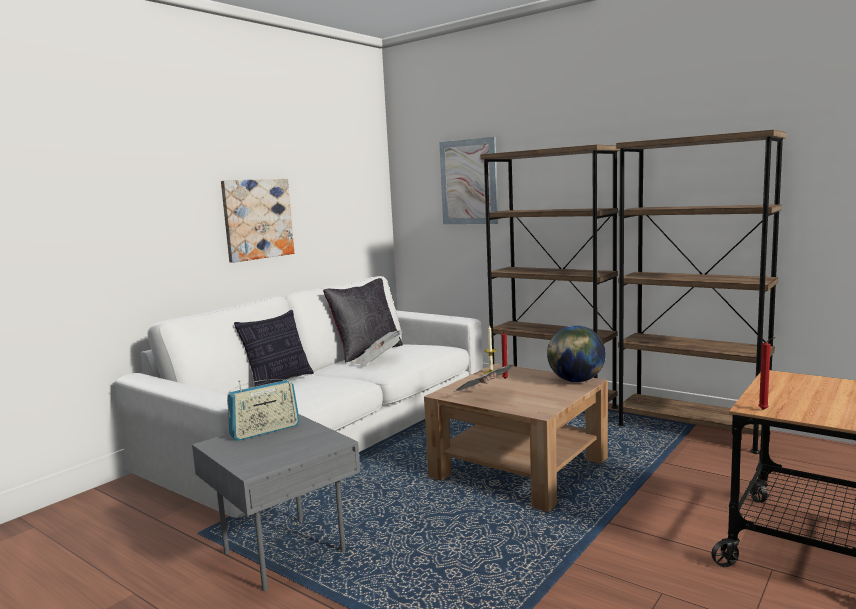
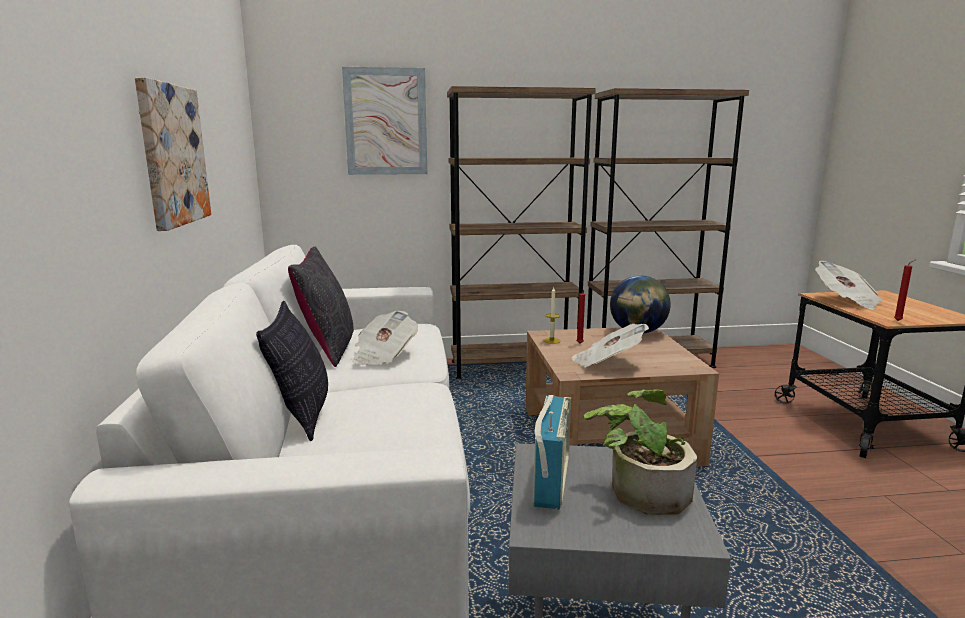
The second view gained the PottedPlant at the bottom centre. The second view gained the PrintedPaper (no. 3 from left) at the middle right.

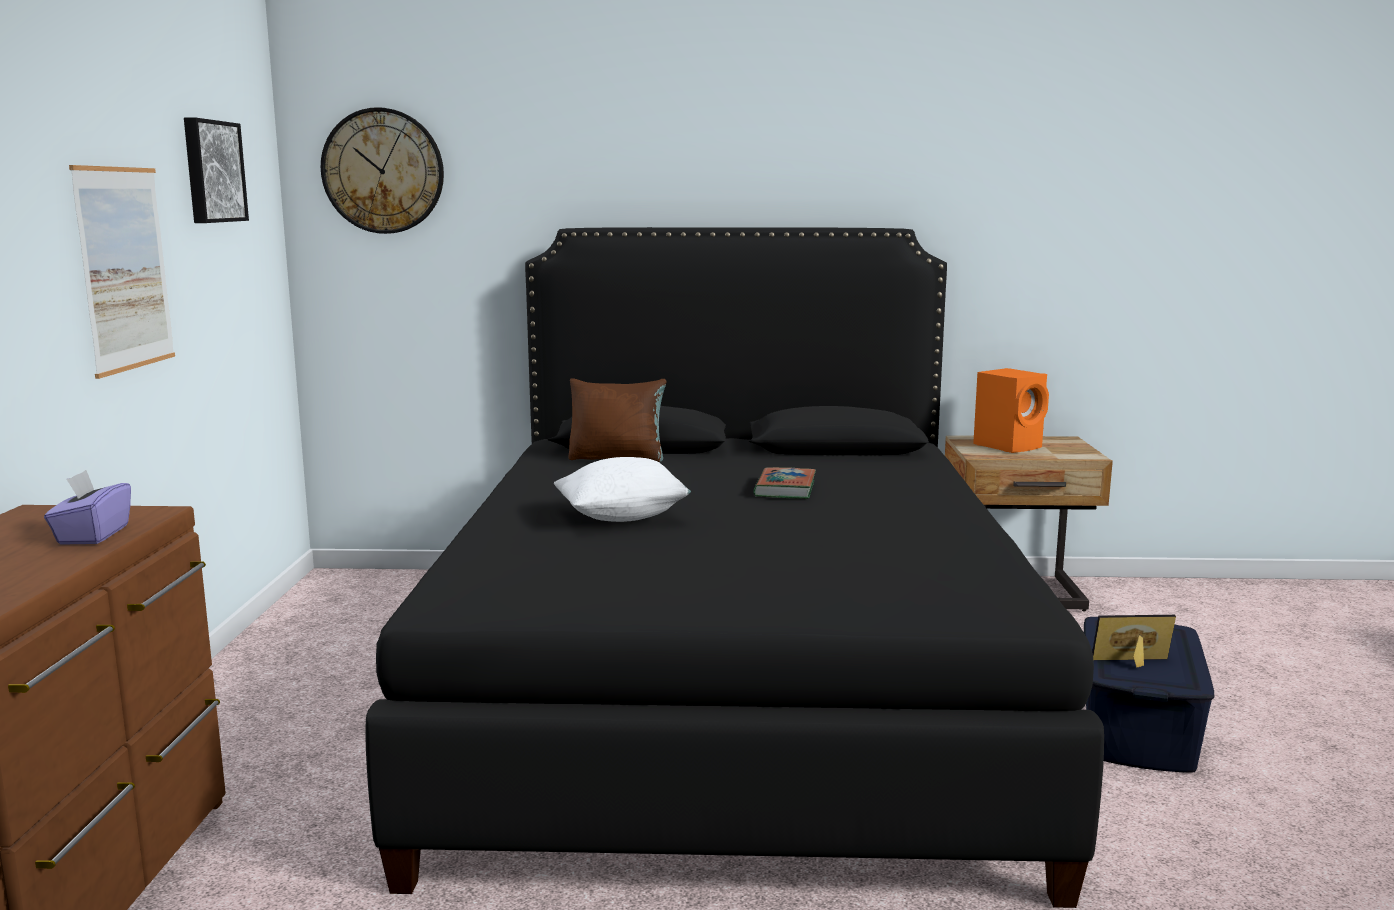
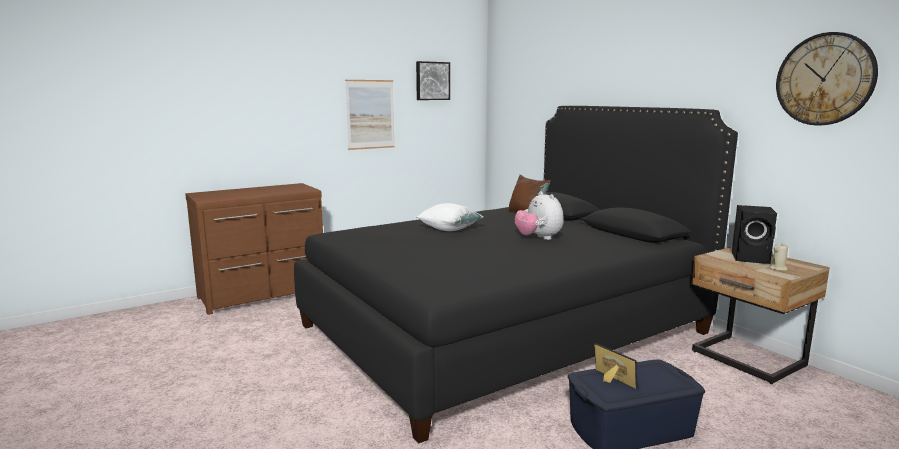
The second view lost the PurpleColouredBoxOfTissues at the middle left. The HangingClock ended up elsewhere, having gone from the top left to the top right. Where the Book stood at the centre, the PlushToy came to stand at the centre. What was the OrangeLoudspeaker at the middle right turned into the BlackColouredLoudspeaker at the middle right. The second view gained the BeigeColouredCandle at the middle right.

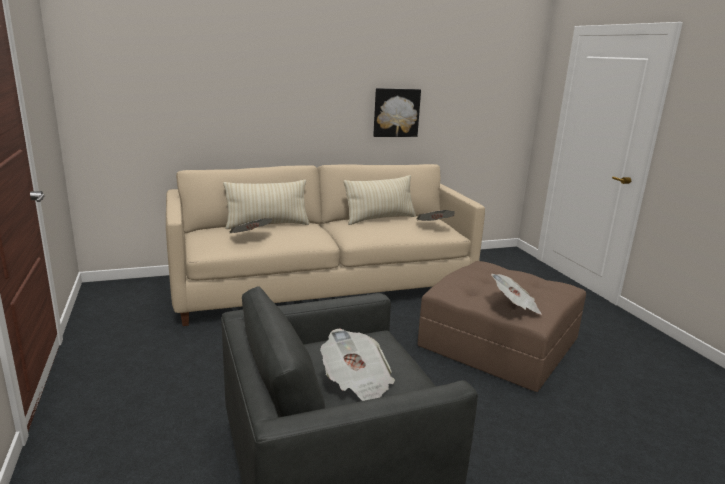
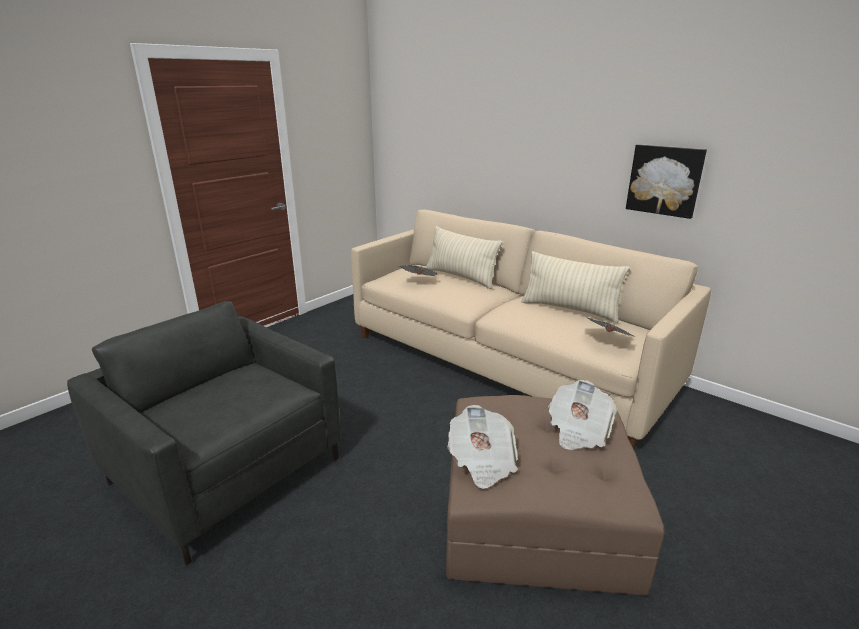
The PrintedPaper (no. 2 from left in the first image) ended up elsewhere, having gone from the bottom centre to the middle right.

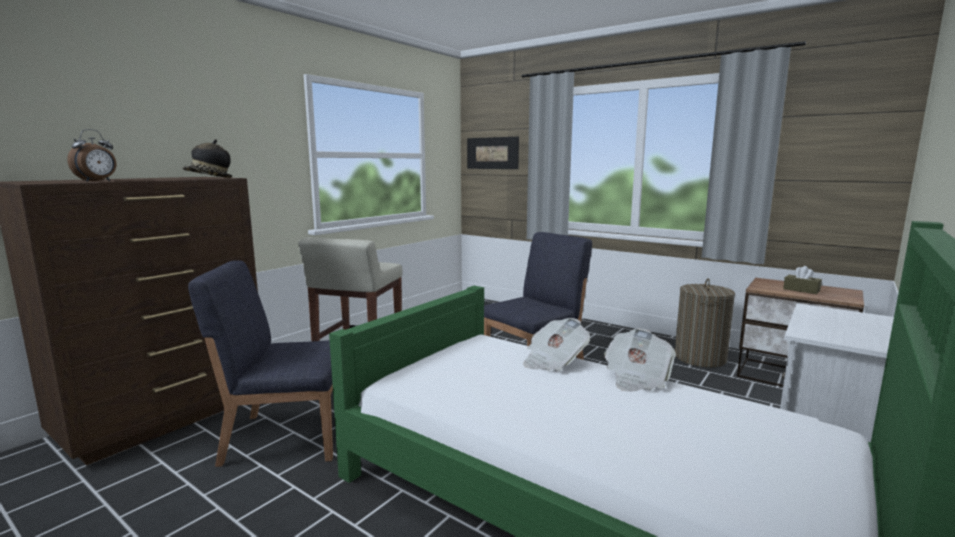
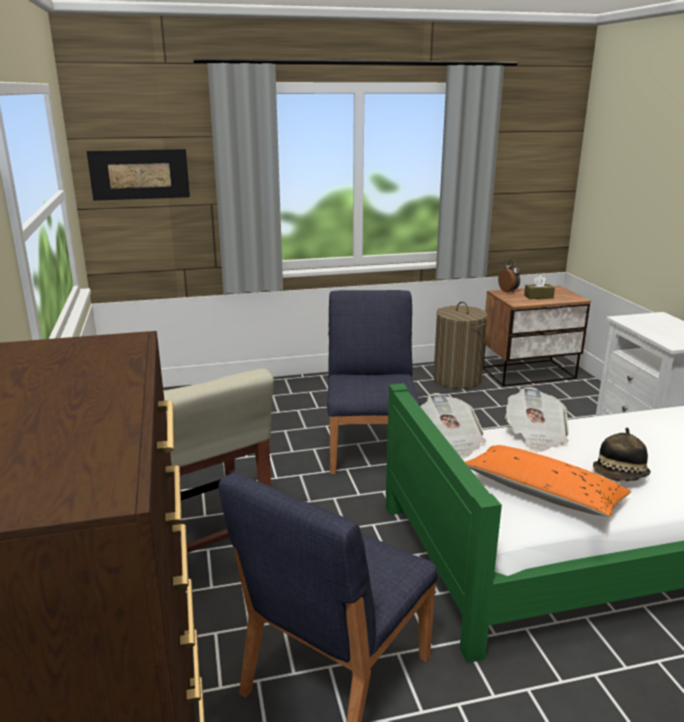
The TableClock ended up elsewhere, having gone from the top left to the middle right. The WearableHat ended up elsewhere, having gone from the top left to the middle right. The PrintedPaper (no. 2 from left in the first image) ended up elsewhere, having gone from the bottom right to the centre. The second view gained the OrangeCushion at the middle right.

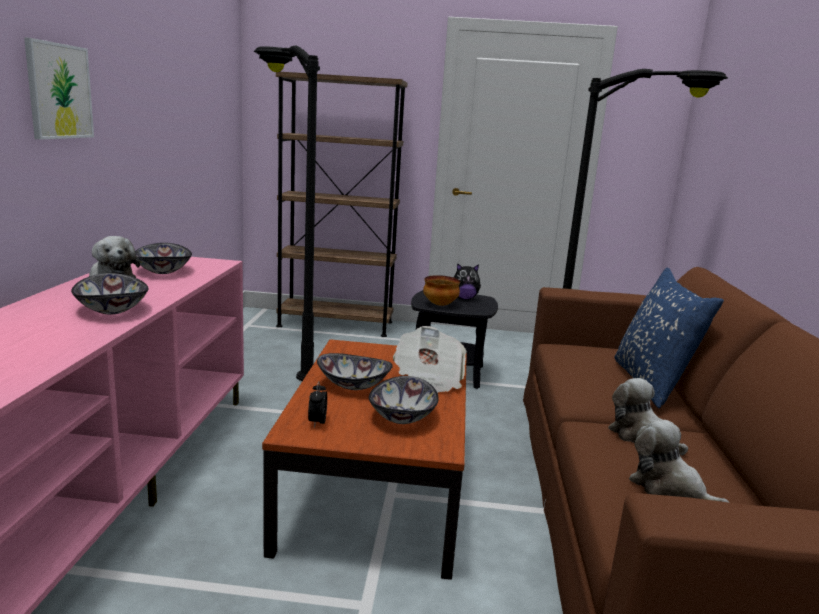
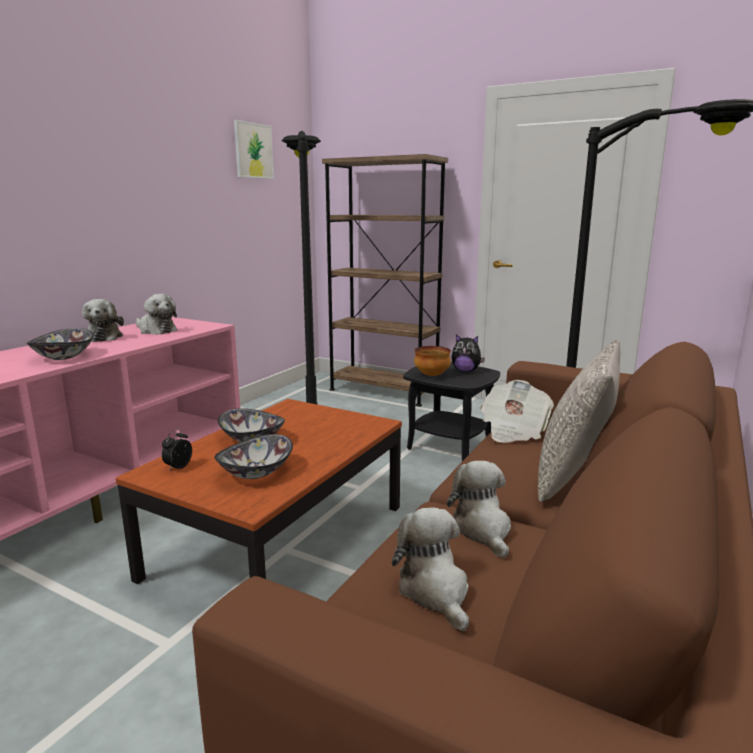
The WallPicture ended up elsewhere, having gone from the top left to the top centre. Where the Bowl (no. 2 from left) stood at the middle left, the PlushToy (no. 2 from left) came to stand at the middle left. The PrintedPaper ended up elsewhere, having gone from the centre to the middle right. What was the BlueCushion at the middle right turned into the GreyCushion at the middle right.

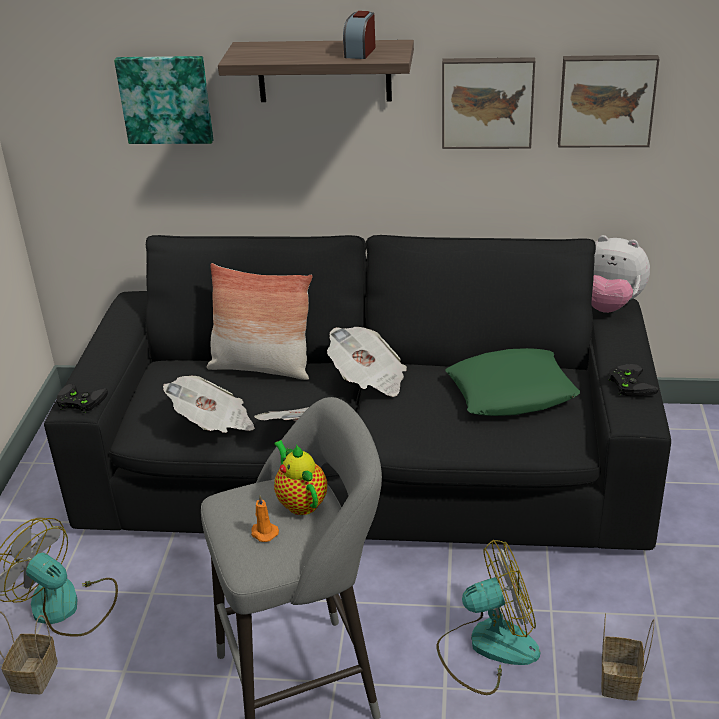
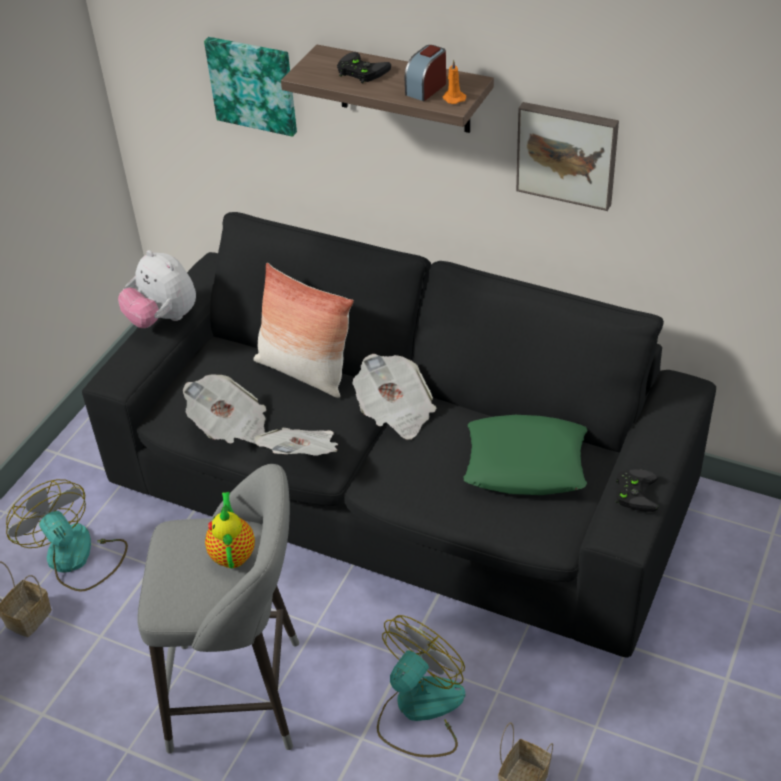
The BlackColouredJoypad (no. 1 from left) ended up elsewhere, having gone from the middle left to the top centre. The OrangeCandle ended up elsewhere, having gone from the bottom centre to the top centre. The CoolingFan (no. 2 from left) at the bottom right ended up facing another way, 60 degrees counterclockwise from before. The second view lost the WallPicture (no. 3 from left) at the top right. The PlushToy ended up elsewhere, having gone from the middle right to the middle left.

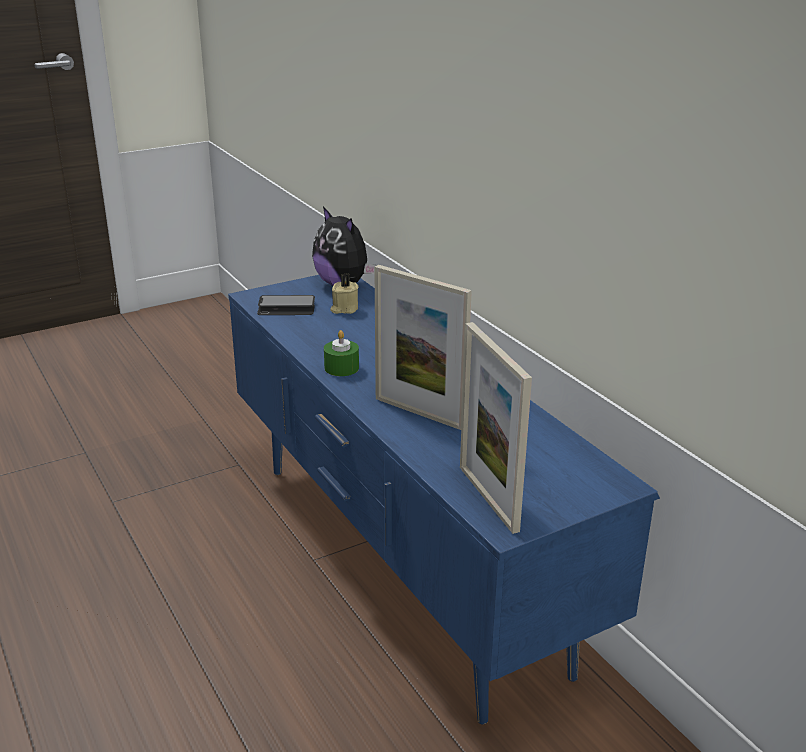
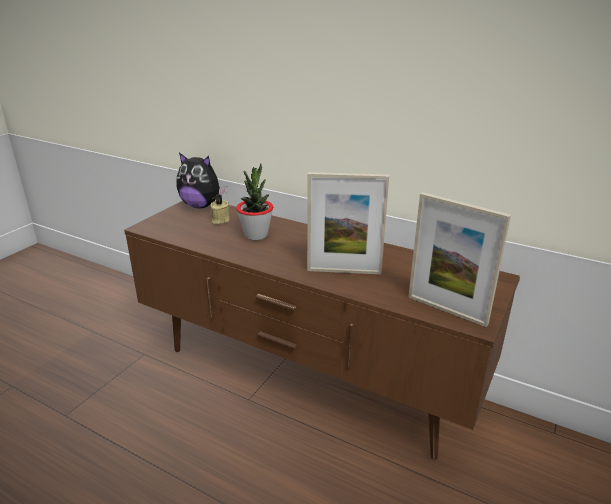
What was the BlueMediaConsole at the centre turned into the BrownColouredMediaConsole at the centre. The second view lost the Phone at the centre. The second view lost the GreenColouredCandle at the centre. The second view gained the PottedPlant at the centre.

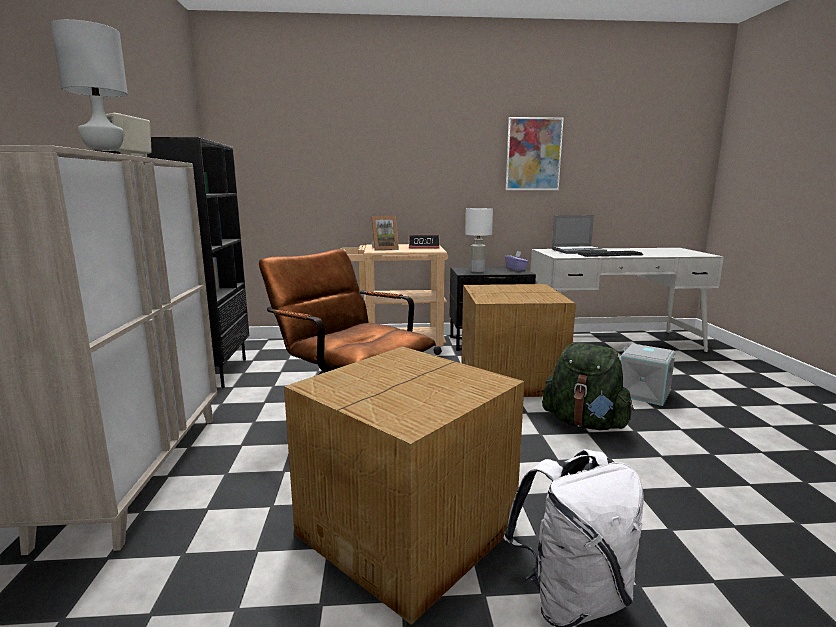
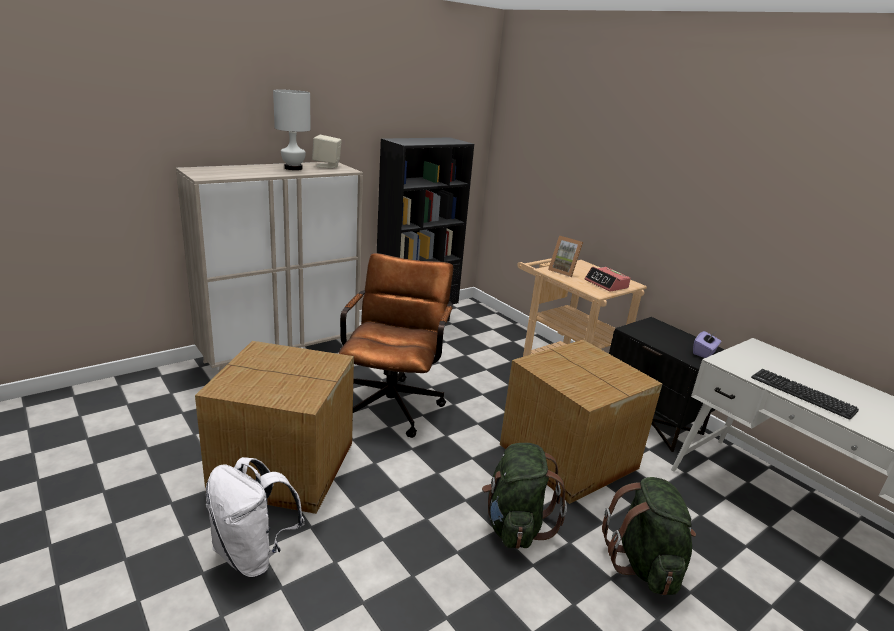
The second view lost the WhitishTableLamp (no. 2 from left) at the centre. The second view lost the WallPicture at the top centre. The second view lost the Laptop at the middle right. Where the GreyStorageBox stood at the middle right, the GreenColouredKnapsack (no. 2 from left) came to stand at the bottom right.

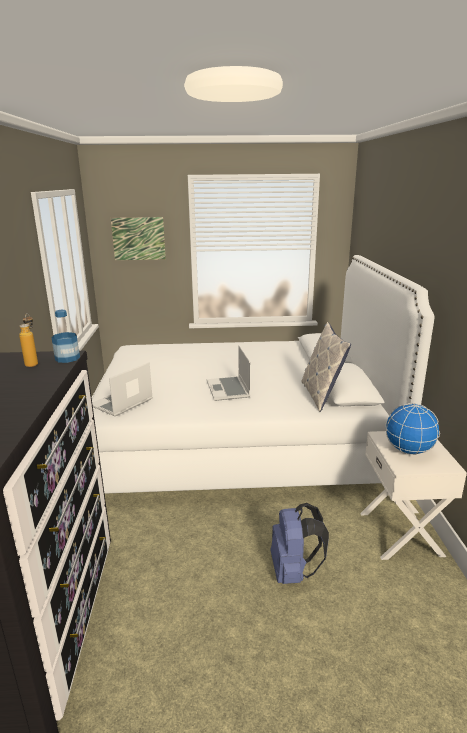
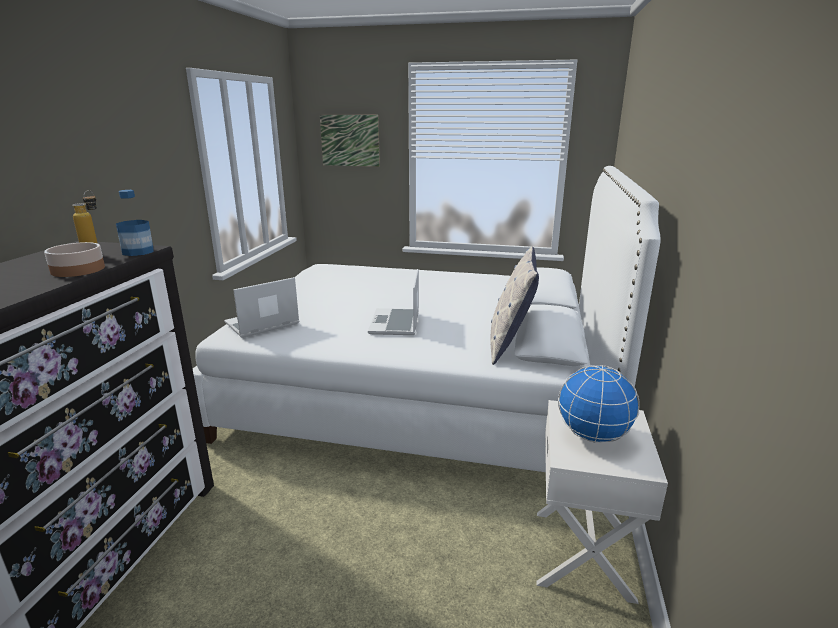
The second view lost the BlueKnapsack at the bottom centre. The second view gained the Bowl at the middle left.

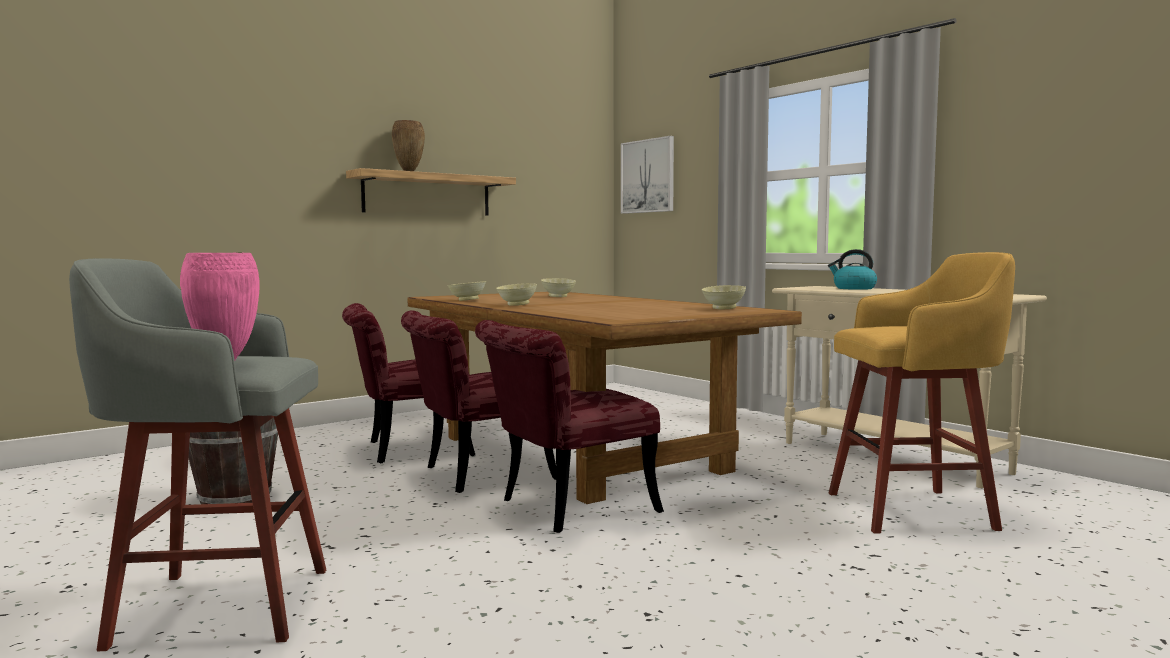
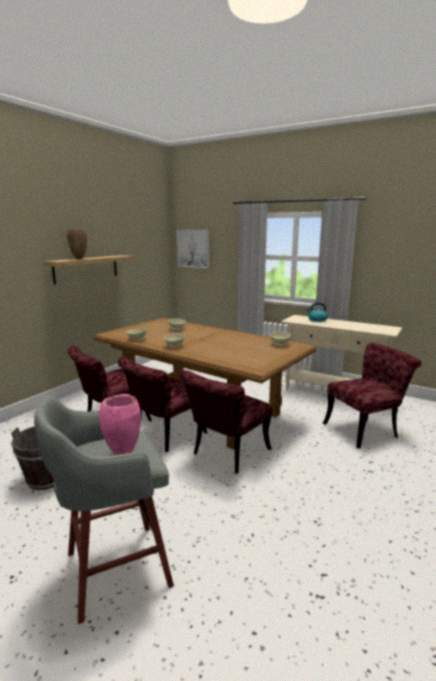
Where the YellowColouredStool stood at the middle right, the RedColouredPlainChair (no. 4 from left) came to stand at the middle right.

